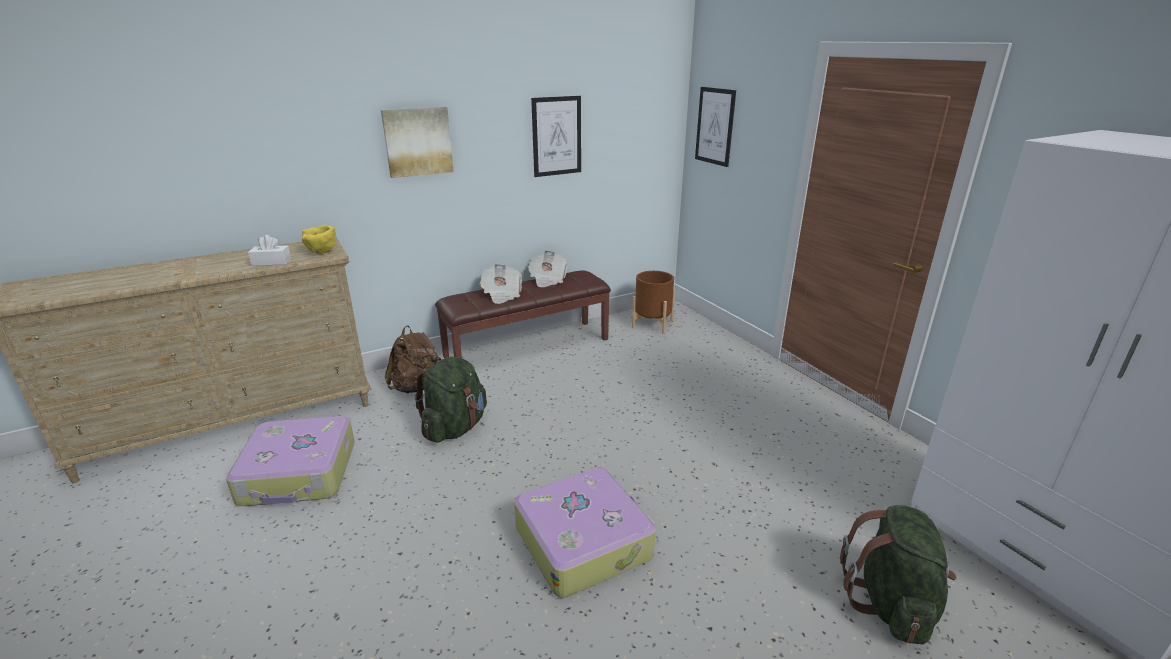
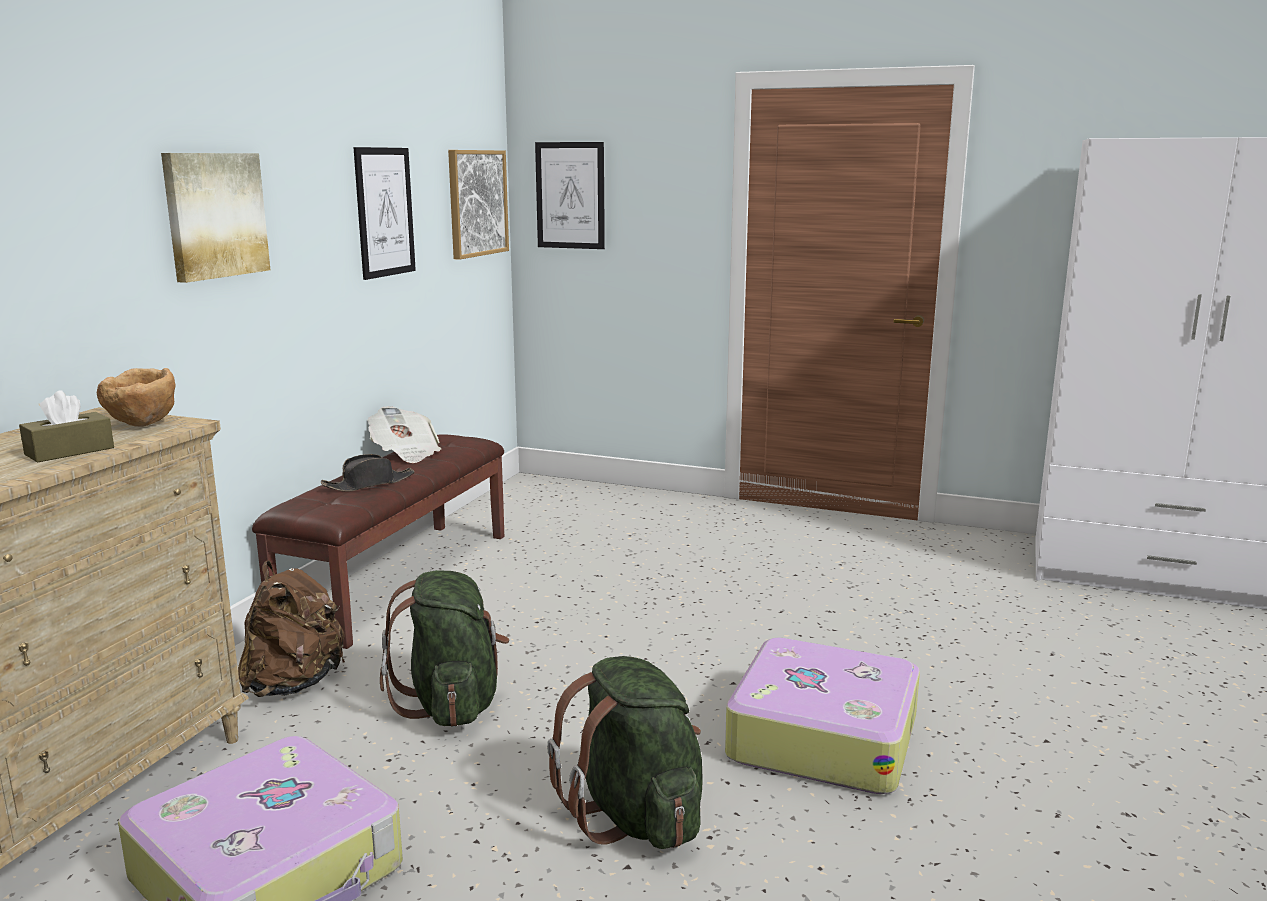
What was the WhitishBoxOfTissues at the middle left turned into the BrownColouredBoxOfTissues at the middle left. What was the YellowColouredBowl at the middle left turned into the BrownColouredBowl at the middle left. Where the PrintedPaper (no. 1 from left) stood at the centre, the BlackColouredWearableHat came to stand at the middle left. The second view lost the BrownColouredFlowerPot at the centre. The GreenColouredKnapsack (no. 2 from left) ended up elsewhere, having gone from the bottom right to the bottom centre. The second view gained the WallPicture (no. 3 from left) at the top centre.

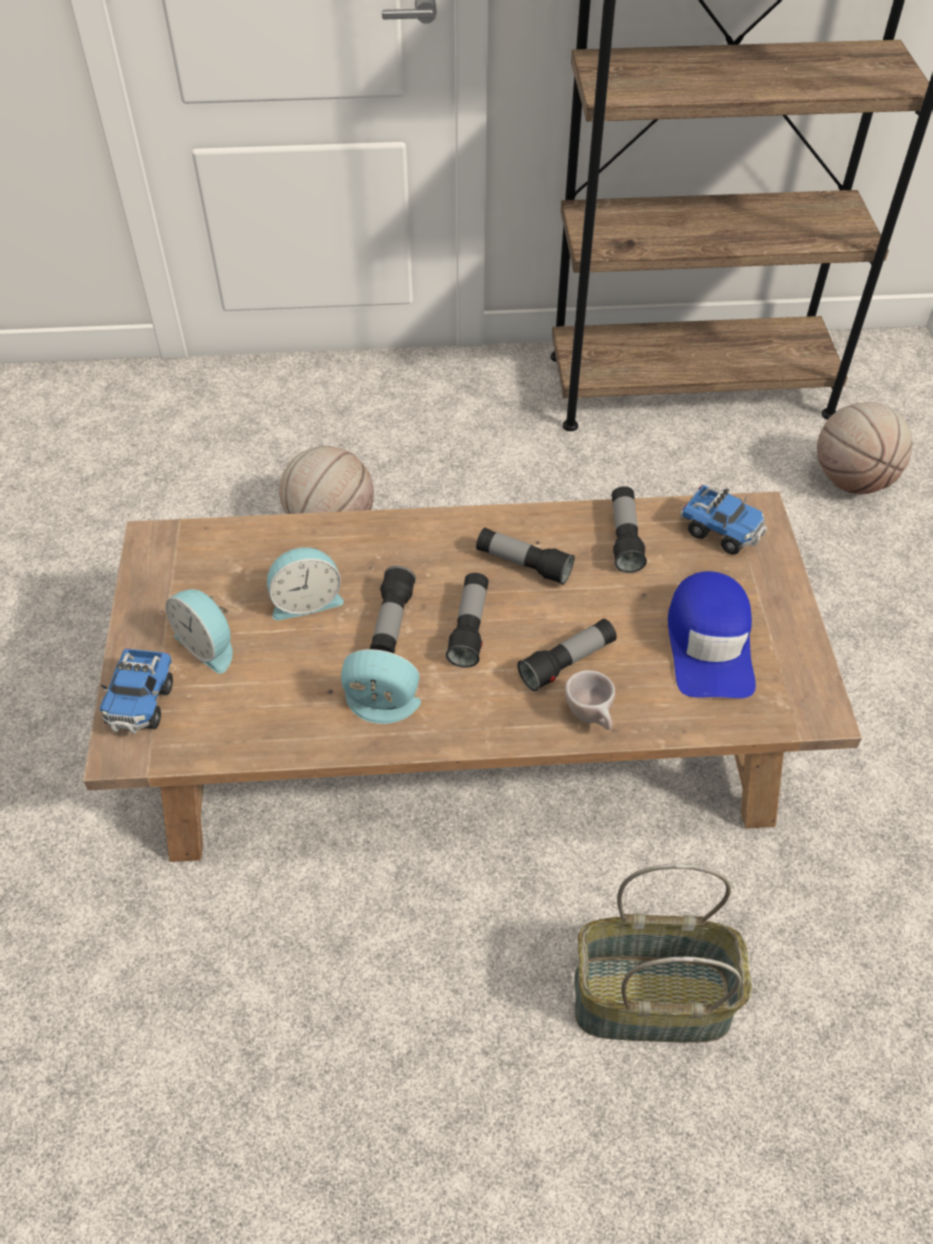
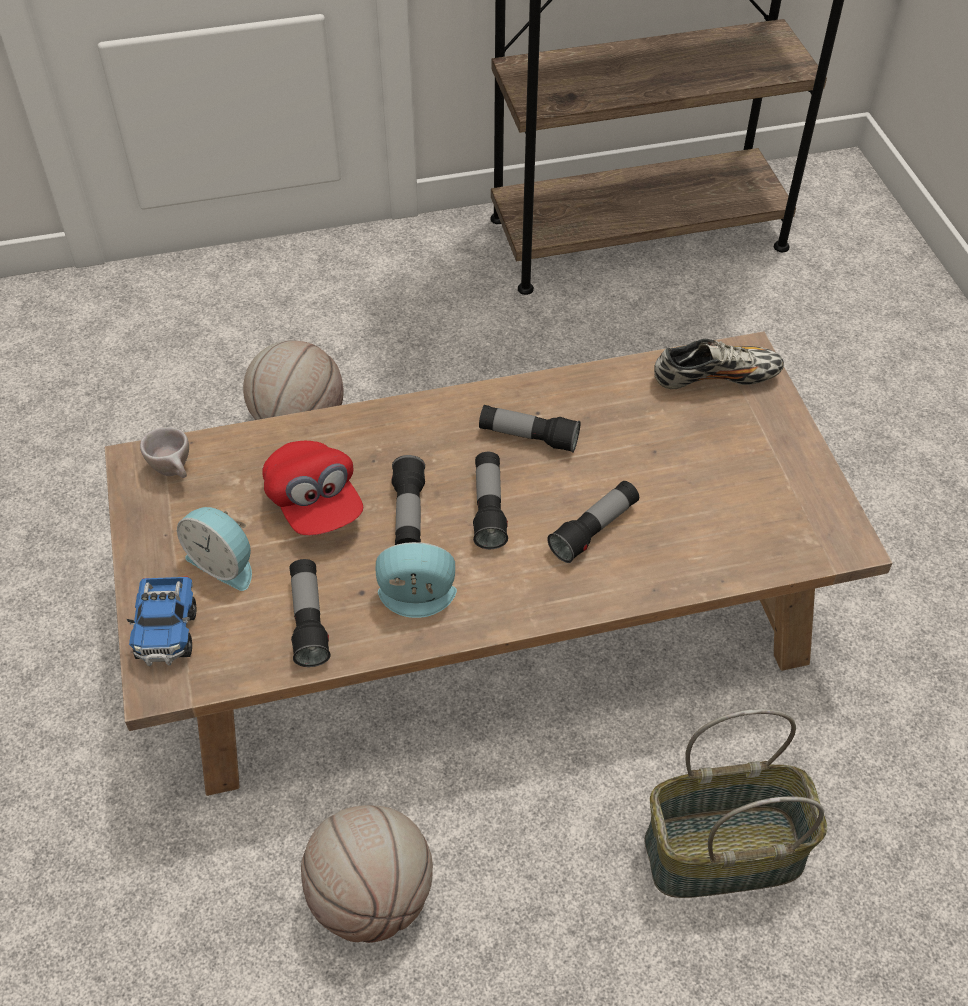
Where the TableClock (no. 2 from left) stood at the middle left, the RedColouredCap came to stand at the middle left. The BeigeColouredDrinkingCup ended up elsewhere, having gone from the centre to the middle left. The Flashlight (no. 5 from left in the first image) ended up elsewhere, having gone from the middle right to the middle left. The second view lost the BlueCap at the middle right. Where the ToyTruck (no. 2 from left) stood at the middle right, the Shoe came to stand at the middle right. The Basketball (no. 2 from left) ended up elsewhere, having gone from the middle right to the bottom centre.

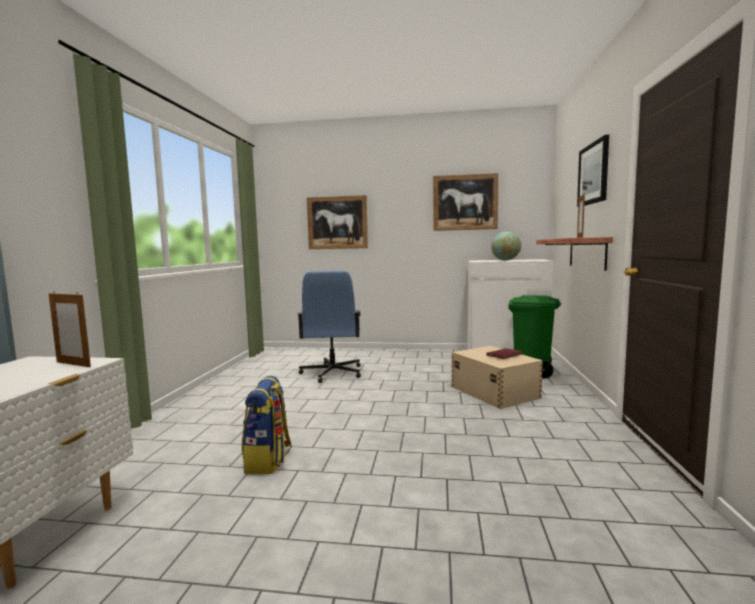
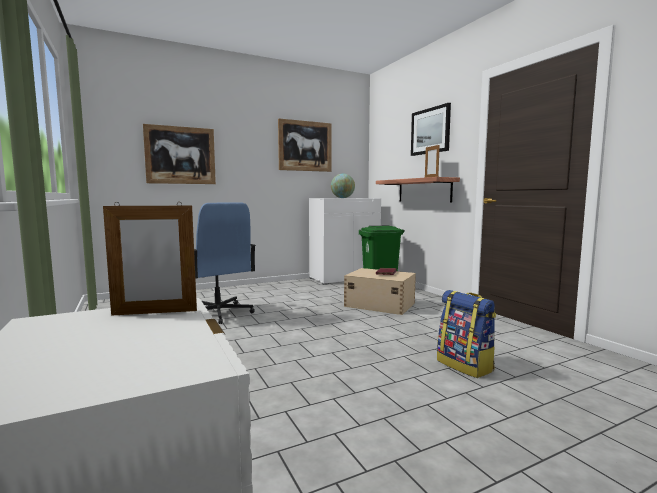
The Knapsack ended up elsewhere, having gone from the bottom centre to the bottom right.

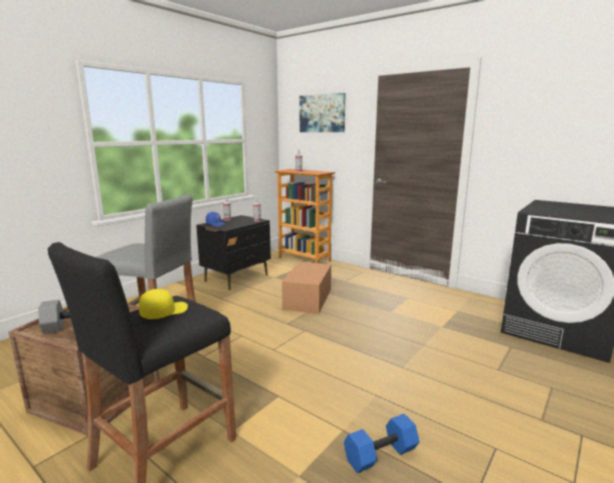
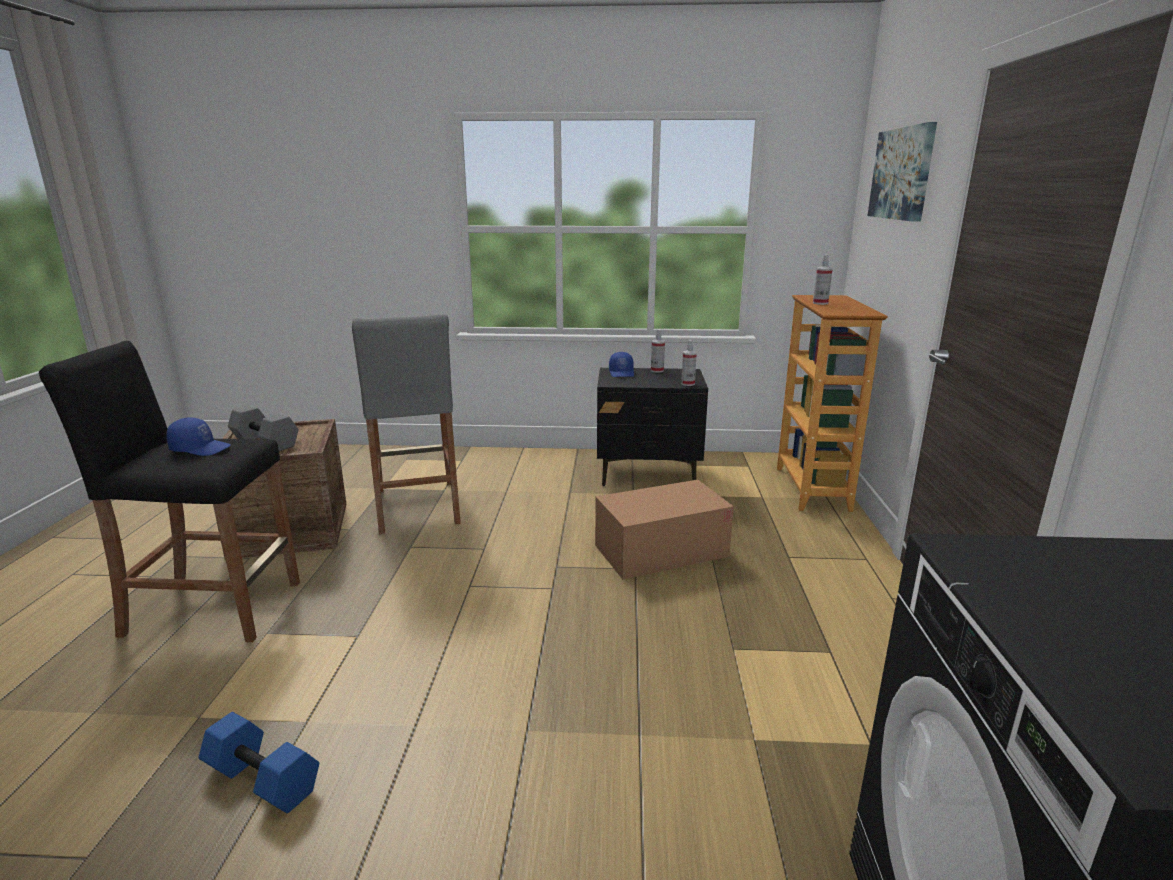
What was the YellowColouredCap at the middle left turned into the BlueCap (no. 1 from left) at the middle left.

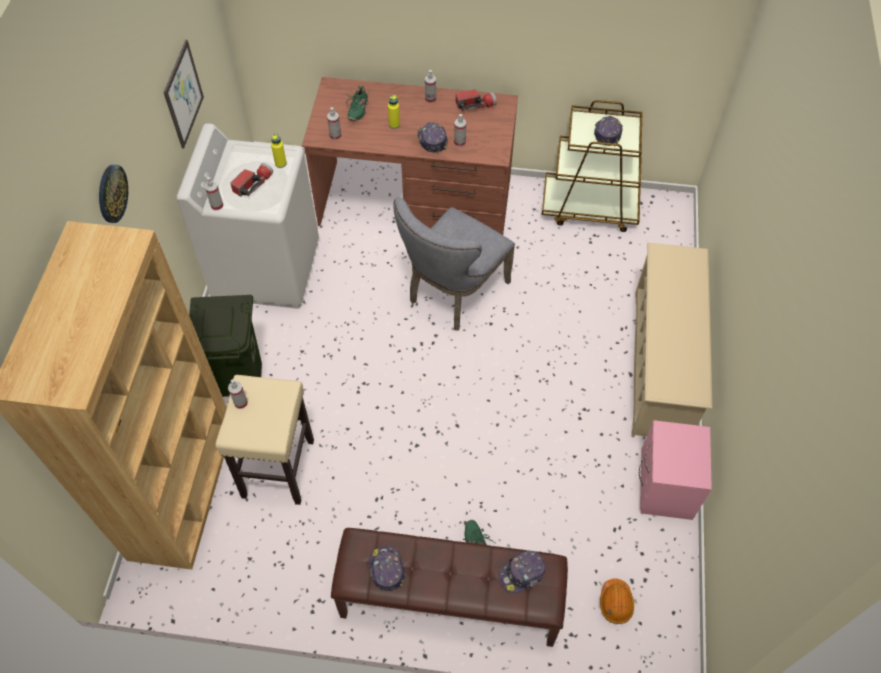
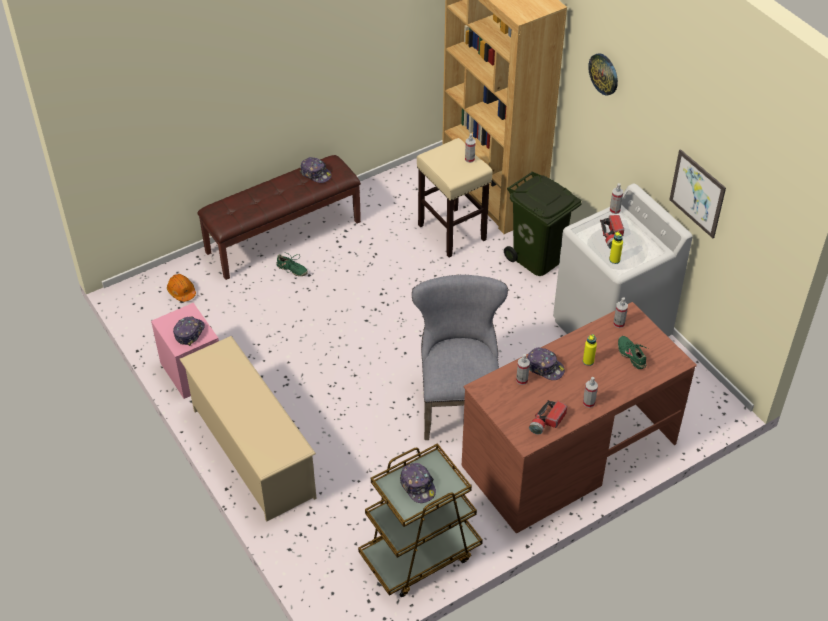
The Cap (no. 3 from left in the first image) ended up elsewhere, having gone from the bottom centre to the middle left.

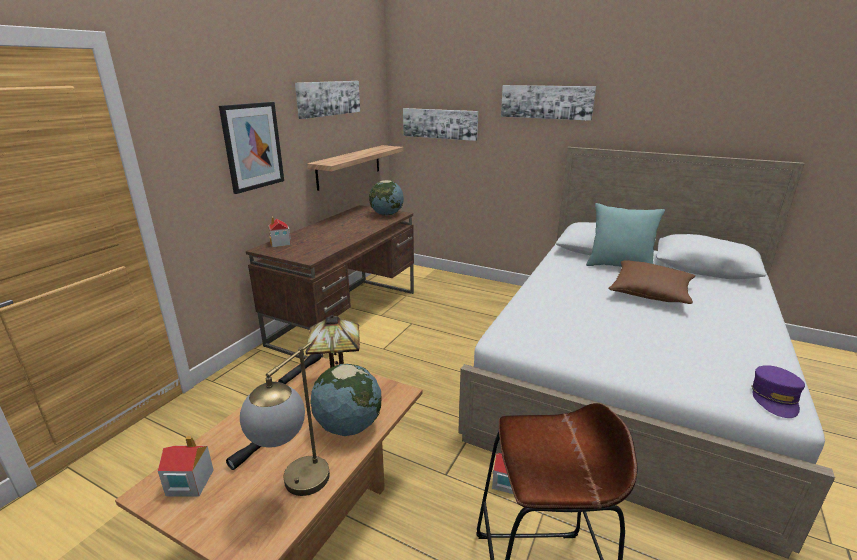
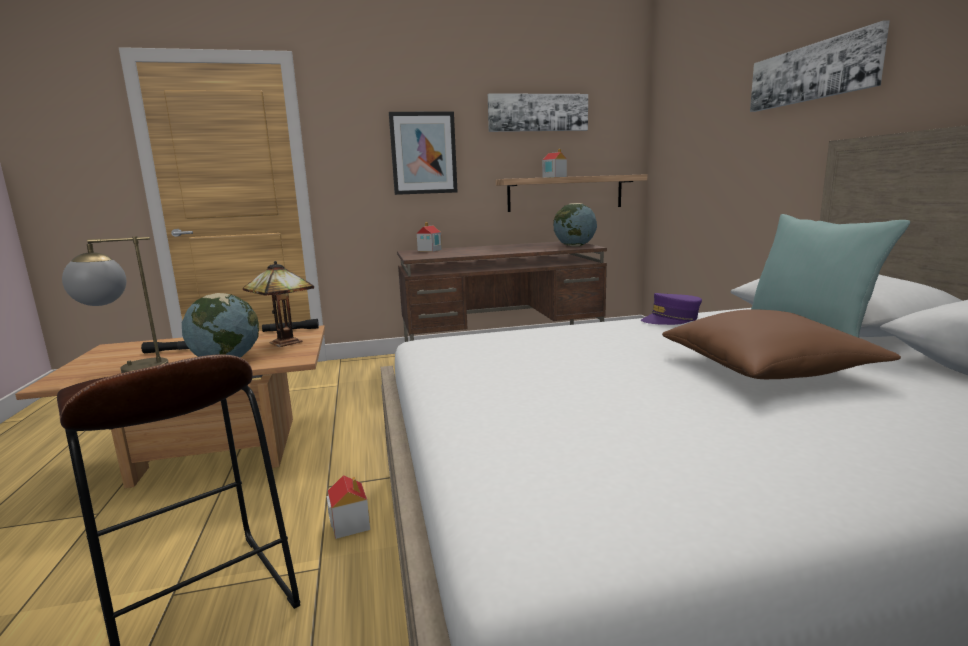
The ToyHouse (no. 1 from left in the first image) ended up elsewhere, having gone from the bottom left to the top centre. The second view lost the WallPicture (no. 3 from left) at the top centre. The PurpleColouredCap ended up elsewhere, having gone from the bottom right to the middle right.

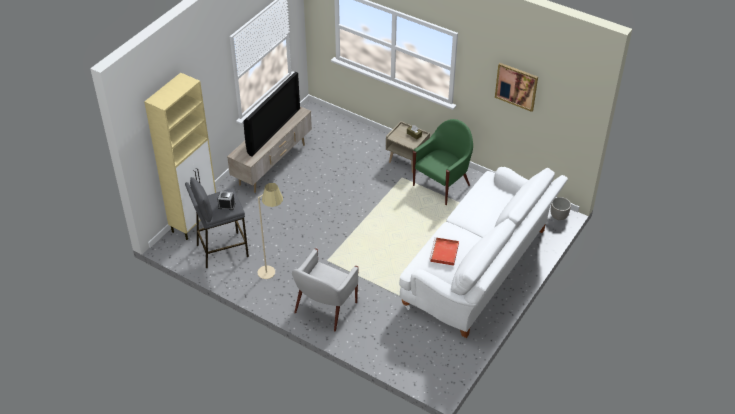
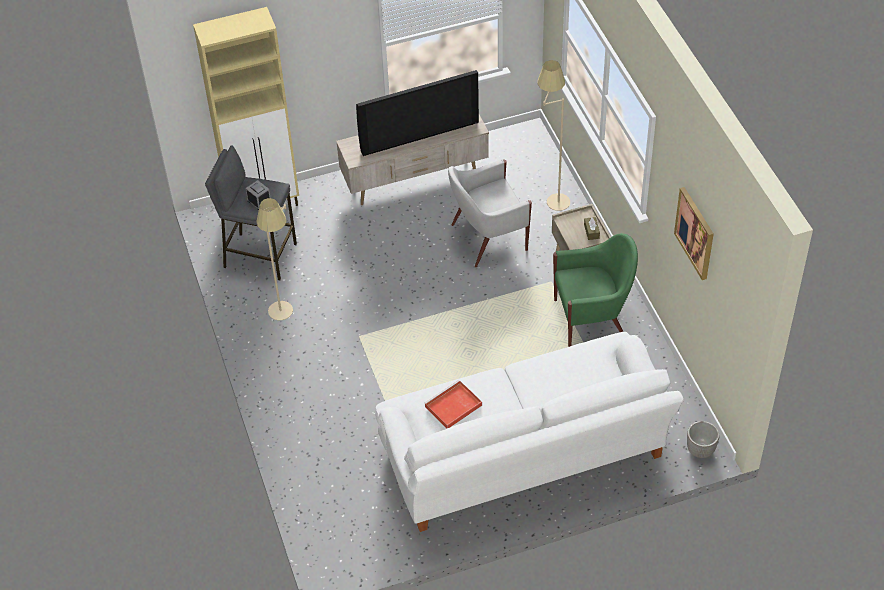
The WhitishArmchair ended up elsewhere, having gone from the bottom centre to the centre. The second view gained the BeigeColouredFloorLamp (no. 2 from left) at the top centre.

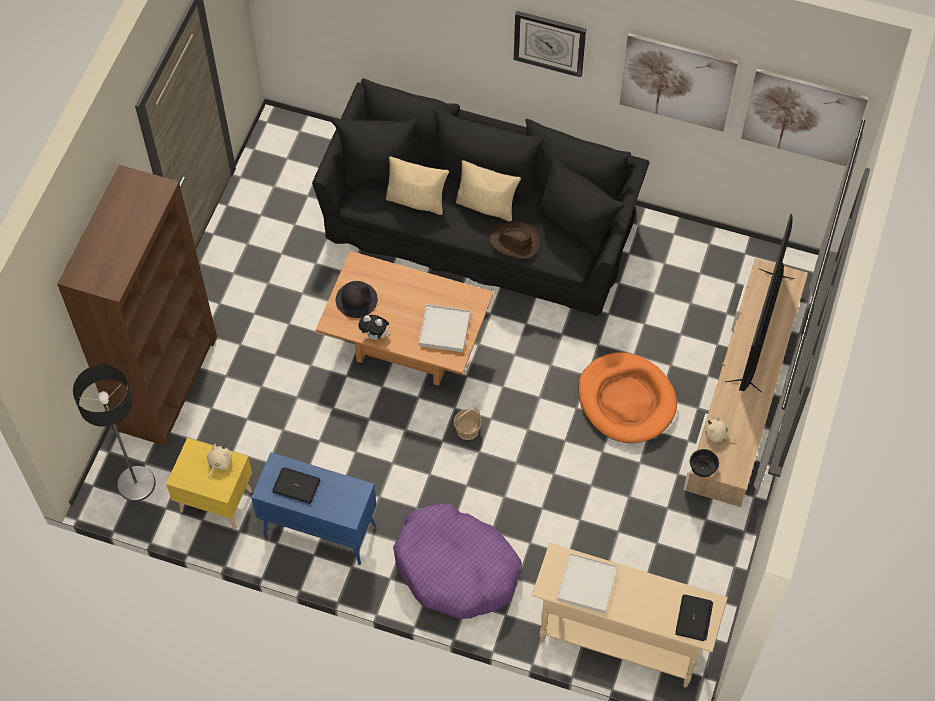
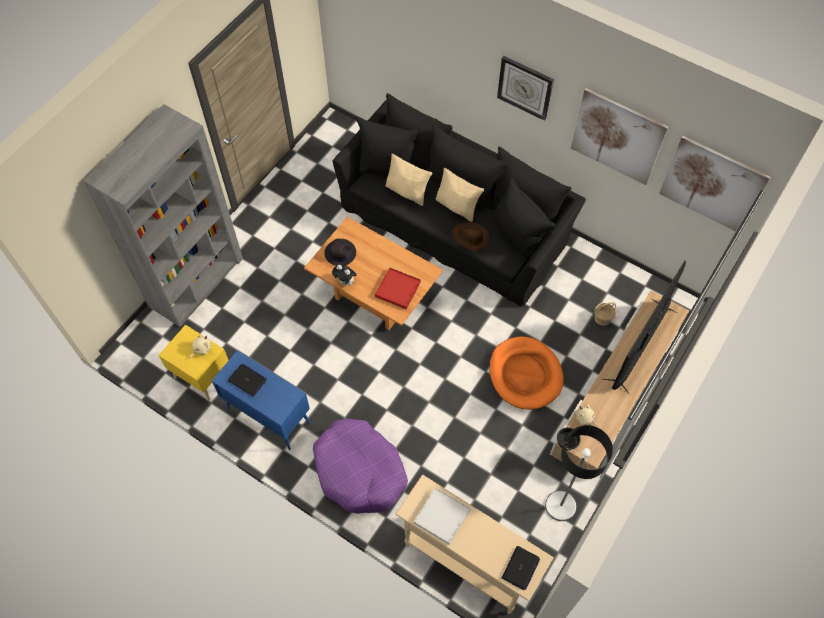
What was the BrownColouredBookcase at the middle left turned into the GreyBookcase at the middle left. The FloorLamp ended up elsewhere, having gone from the middle left to the bottom right. What was the WhitishServingTray (no. 1 from left) at the centre turned into the RedColouredServingTray at the centre. The StorageBasket ended up elsewhere, having gone from the centre to the middle right.

